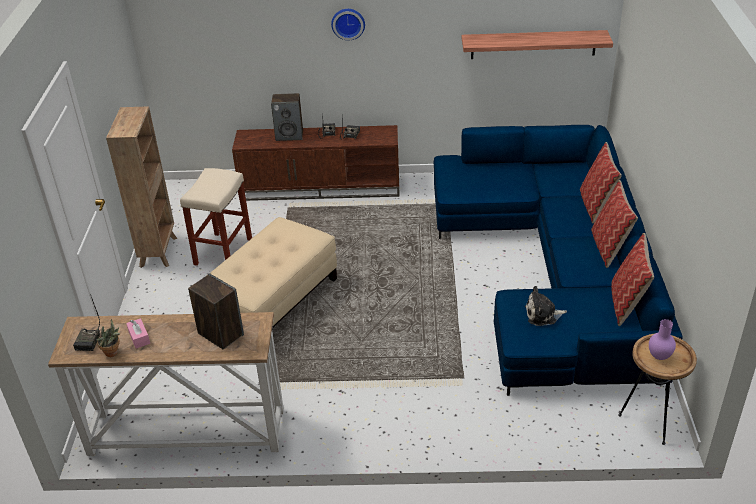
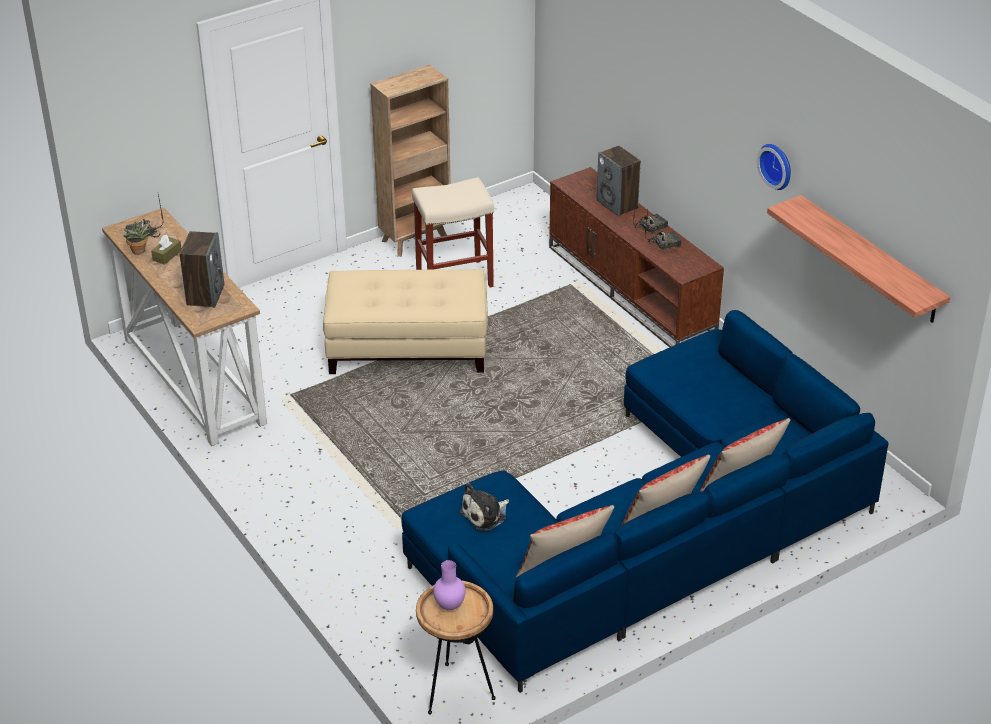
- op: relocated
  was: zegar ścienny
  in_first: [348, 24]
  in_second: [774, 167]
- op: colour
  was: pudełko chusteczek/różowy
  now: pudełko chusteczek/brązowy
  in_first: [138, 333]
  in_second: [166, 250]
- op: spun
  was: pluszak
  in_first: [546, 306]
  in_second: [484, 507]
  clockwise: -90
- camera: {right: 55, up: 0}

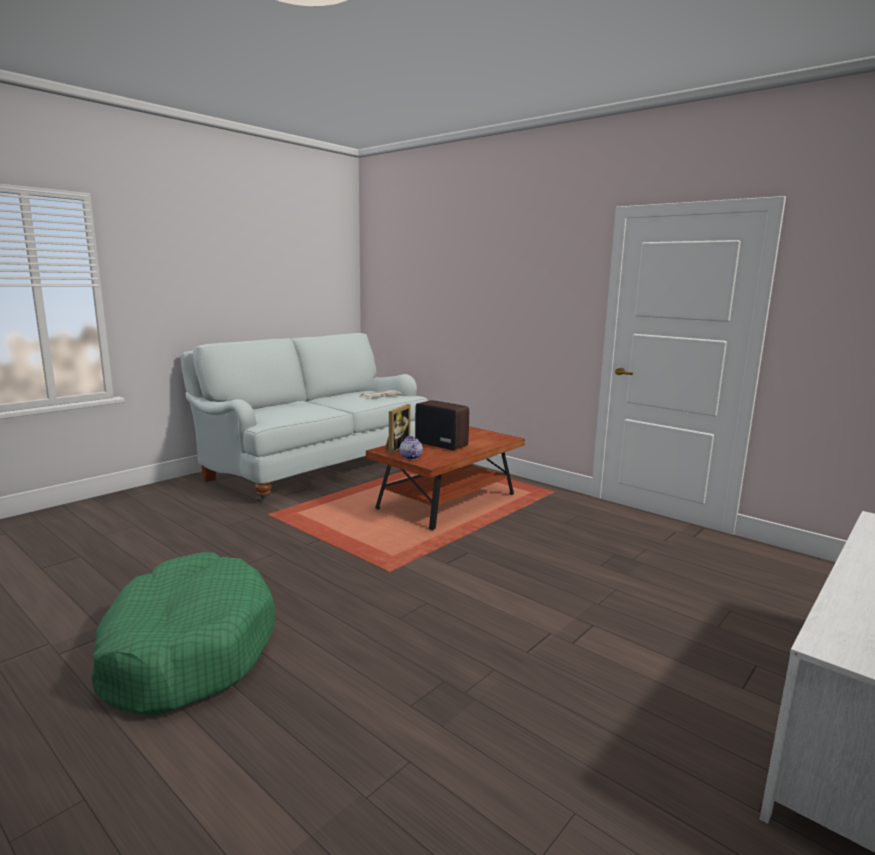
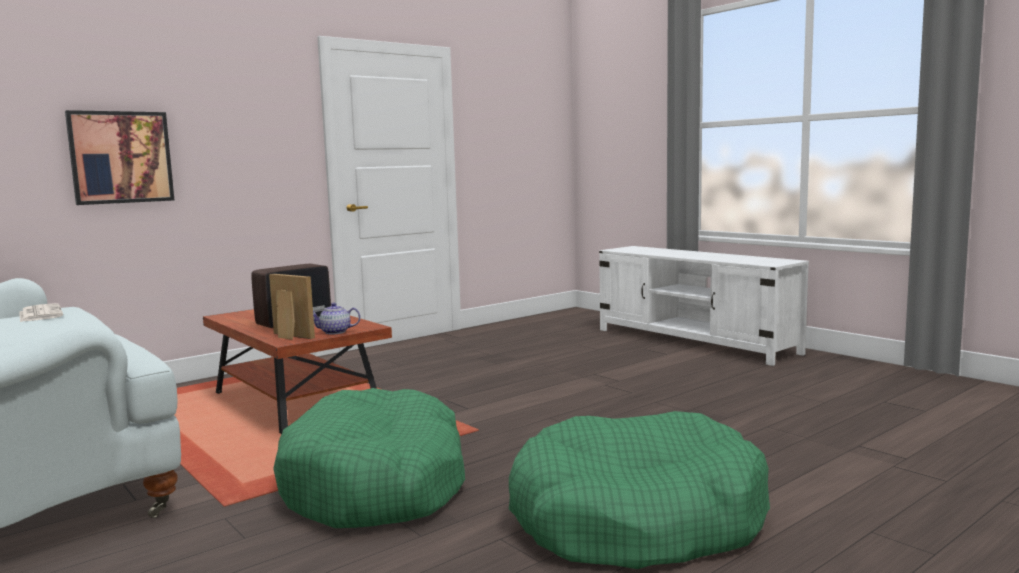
- op: appeared
  now: obraz
  in_second: [119, 157]
- op: appeared
  now: legowisko/zielony
  in_second: [369, 458]
- camera: {right: -80, up: -5}

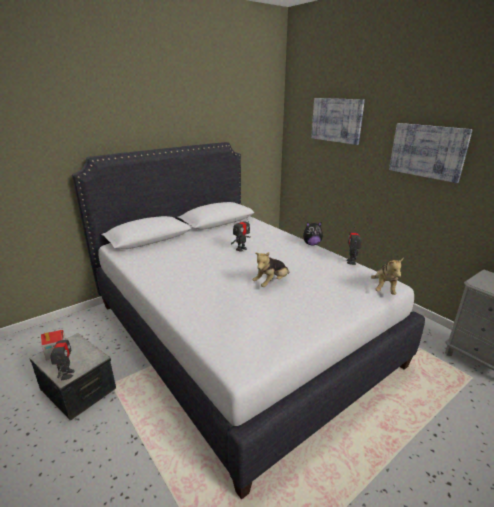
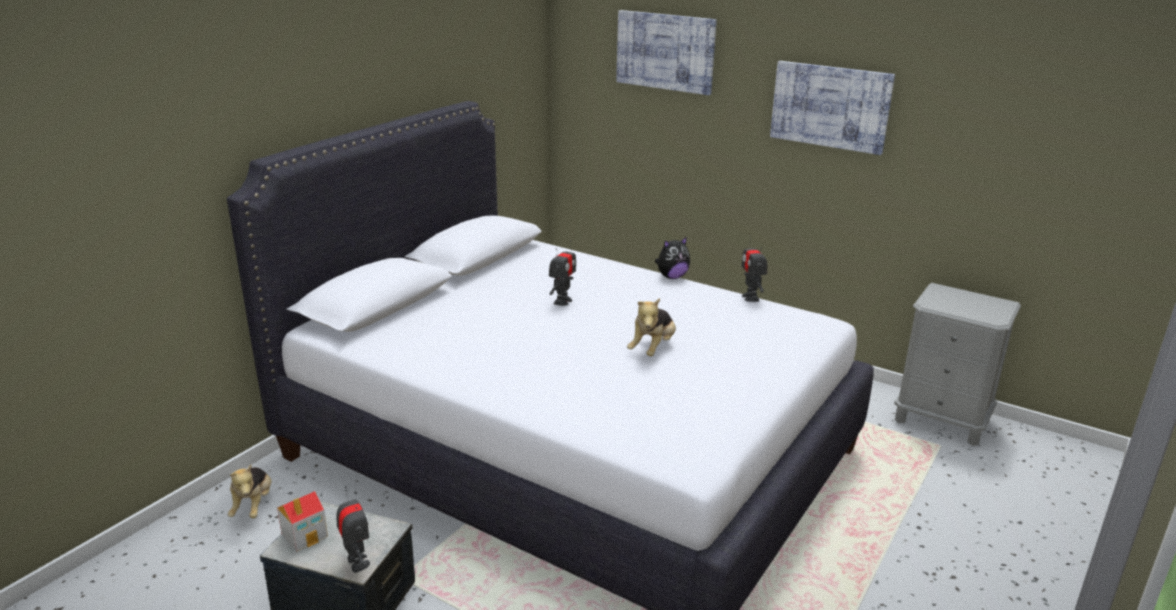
- op: relocated
  was: pluszak
  in_first: [387, 276]
  in_second: [250, 491]
- camera: {right: -20, up: 0}

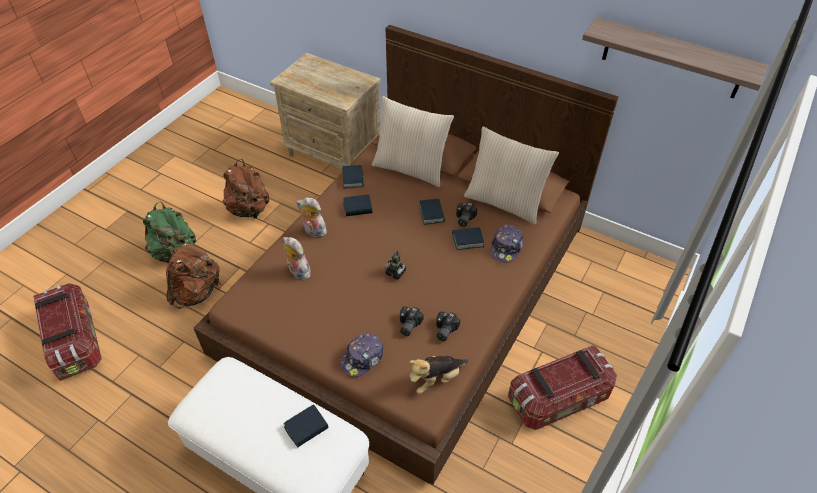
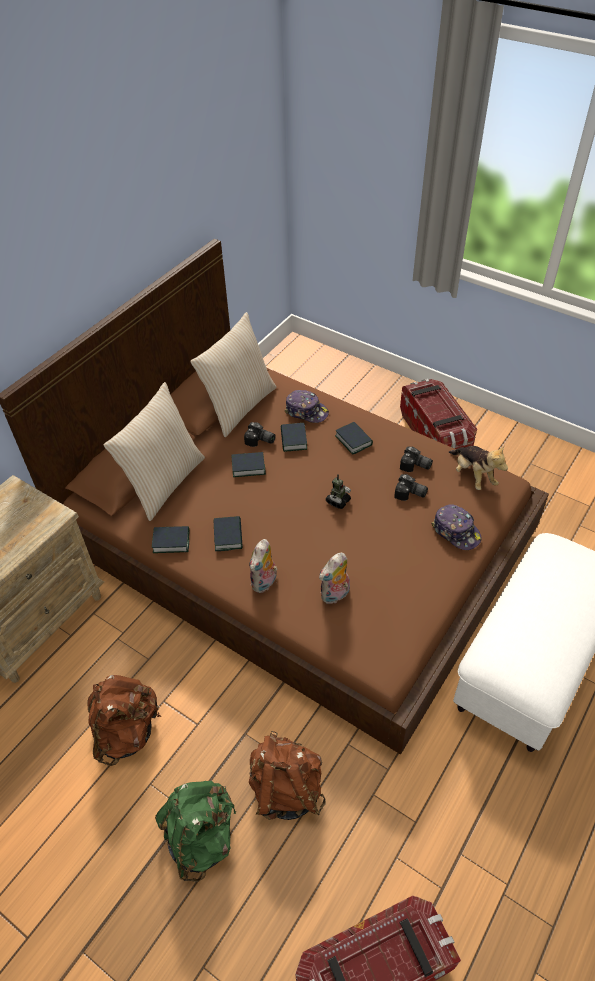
- op: missing
  was: półka
  in_first: [675, 57]
- op: relocated
  was: książka
  in_first: [306, 426]
  in_second: [354, 438]
- camera: {right: -85, up: 0}

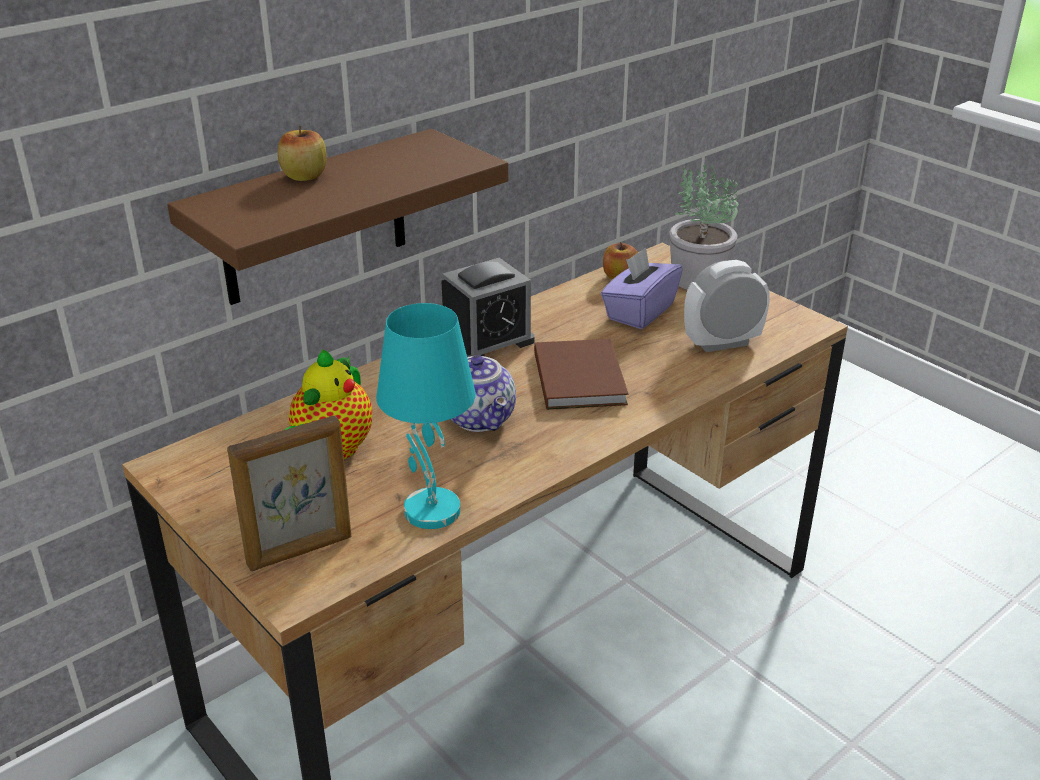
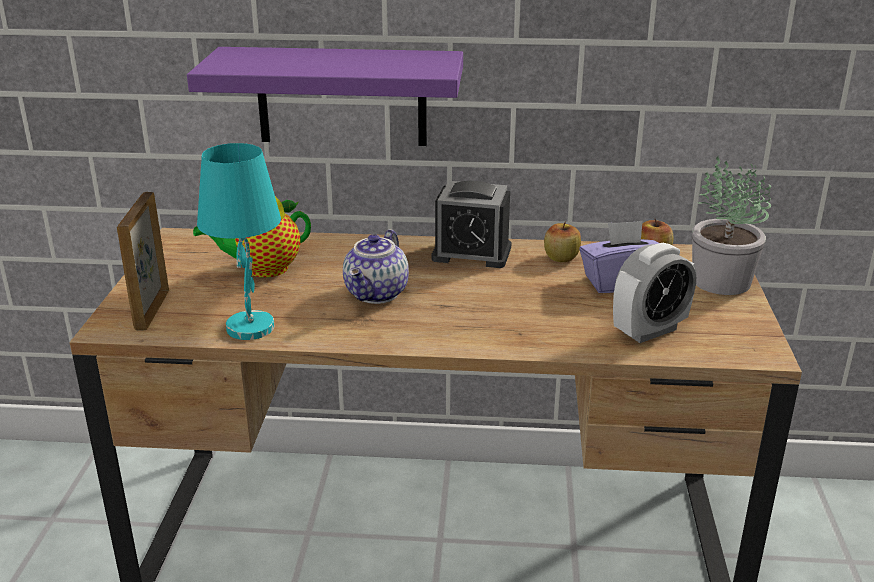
- op: missing
  was: książka/brązowy
  in_first: [581, 374]
- op: relocated
  was: jabłko
  in_first: [302, 153]
  in_second: [562, 241]
- op: colour
  was: półka/brązowy
  now: półka/fioletowy
  in_first: [337, 217]
  in_second: [325, 96]
- op: spun
  was: ramka na zdjęcie
  in_first: [289, 493]
  in_second: [143, 261]
  clockwise: 75
- op: spun
  was: budzik
  in_first: [727, 306]
  in_second: [654, 293]
  clockwise: 120
- camera: {right: 45, up: -5}

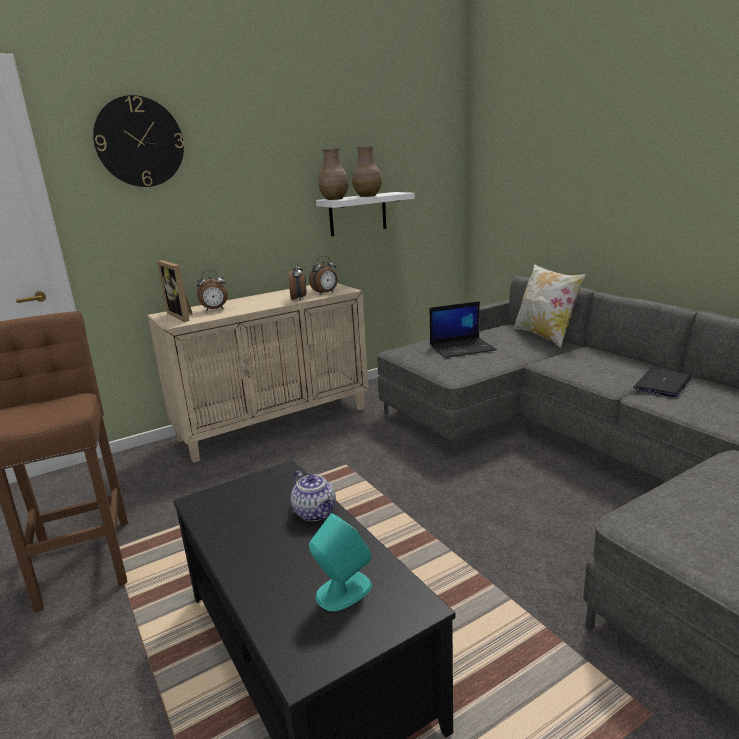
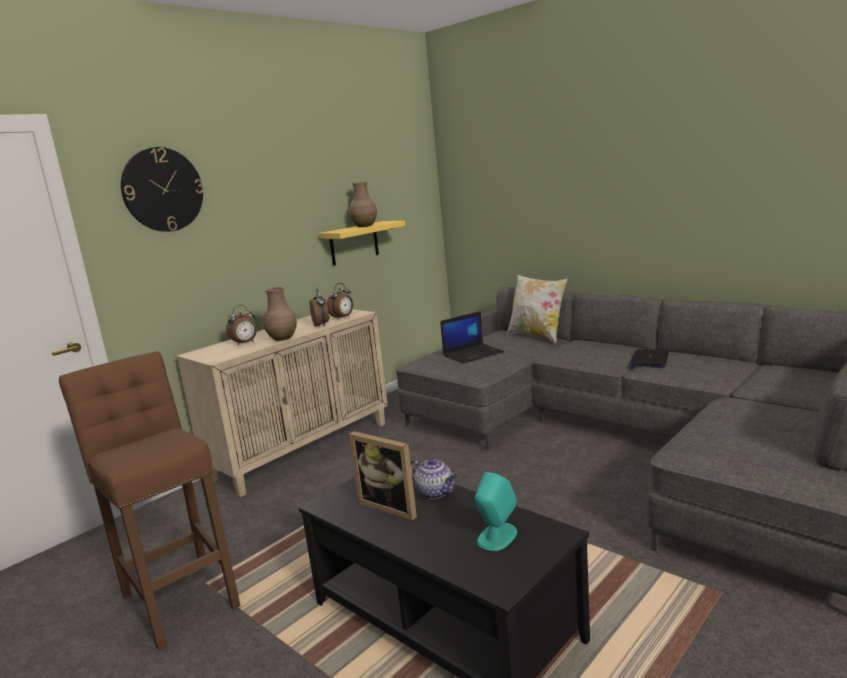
- op: relocated
  was: ramka na zdjęcie
  in_first: [175, 291]
  in_second: [383, 476]
- op: relocated
  was: wazon/brązowy
  in_first: [333, 174]
  in_second: [280, 314]
- op: colour
  was: półka/biały
  now: półka/żółty
  in_first: [365, 214]
  in_second: [361, 243]
- camera: {right: -15, up: -5}

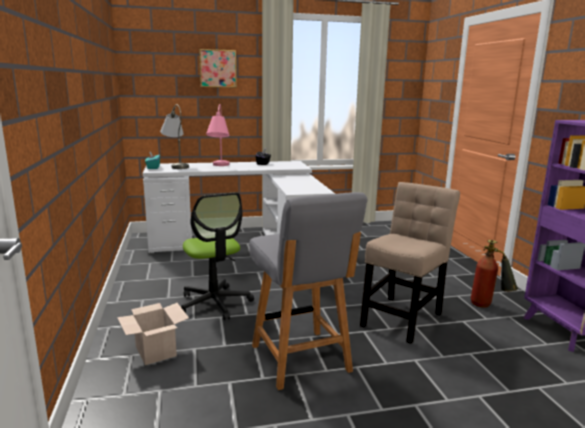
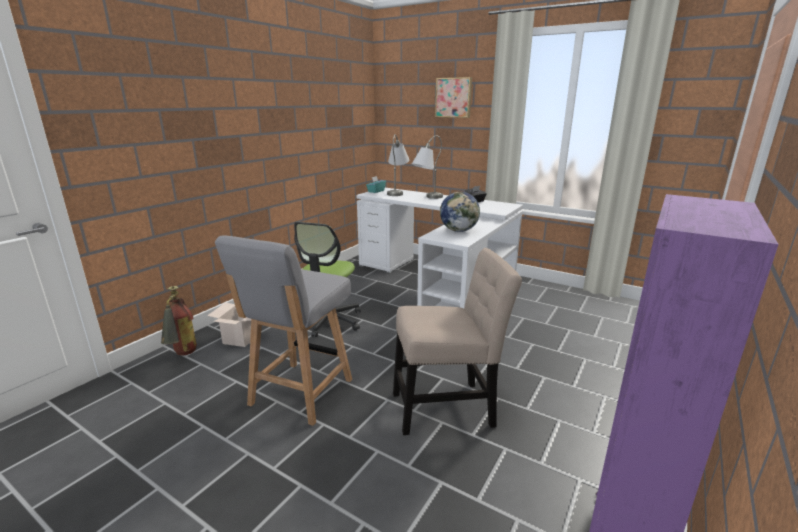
- op: appeared
  now: globus
  in_second: [460, 212]
- op: relocated
  was: gaśnica
  in_first: [494, 274]
  in_second: [179, 320]
- op: colour
  was: lampa stołowa/różowy
  now: lampa stołowa/szary
  in_first: [218, 135]
  in_second: [427, 167]
- camera: {right: 45, up: 5}

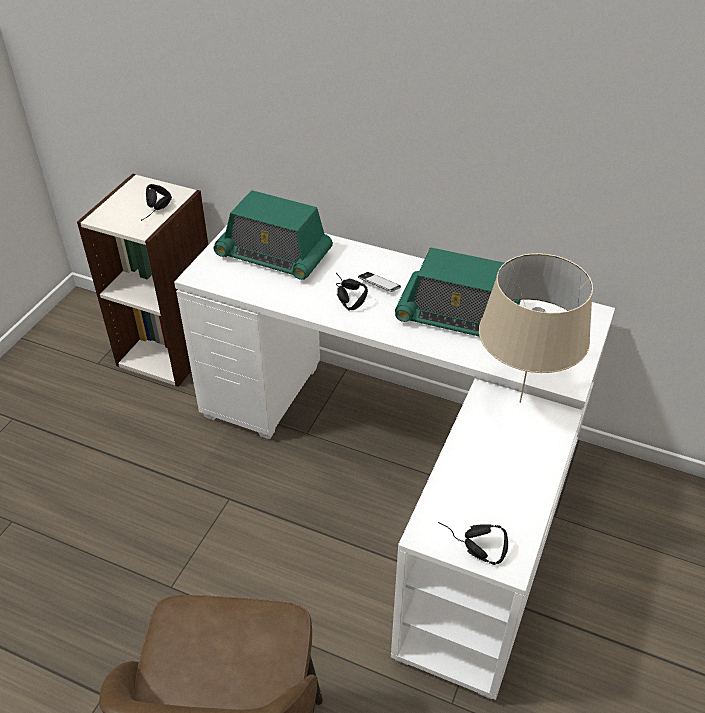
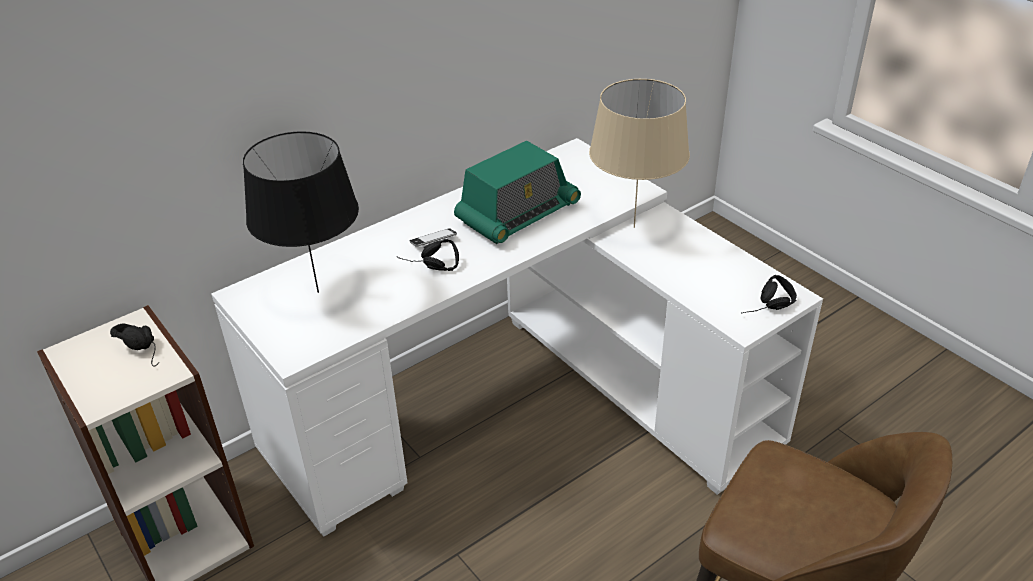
- op: exchanged
  was: radio
  now: lampa stołowa/czarny
  in_first: [273, 235]
  in_second: [301, 212]
- camera: {right: -60, up: -5}

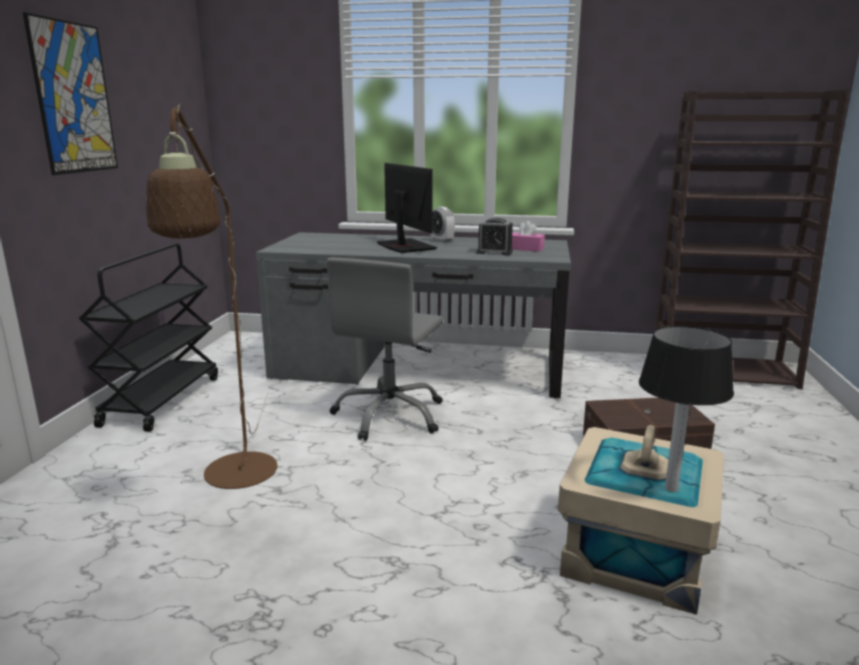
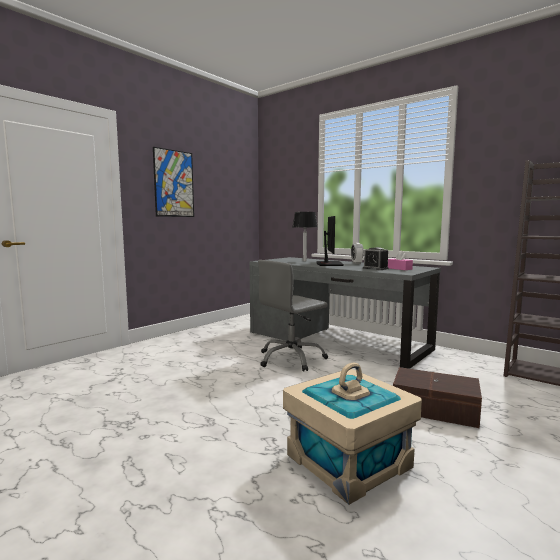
- op: missing
  was: wózek/czarny
  in_first: [148, 338]
- op: missing
  was: lampa stojąca/brązowy
  in_first: [211, 296]
- op: relocated
  was: lampa stołowa
  in_first: [686, 409]
  in_second: [305, 236]
- camera: {right: 30, up: -10}

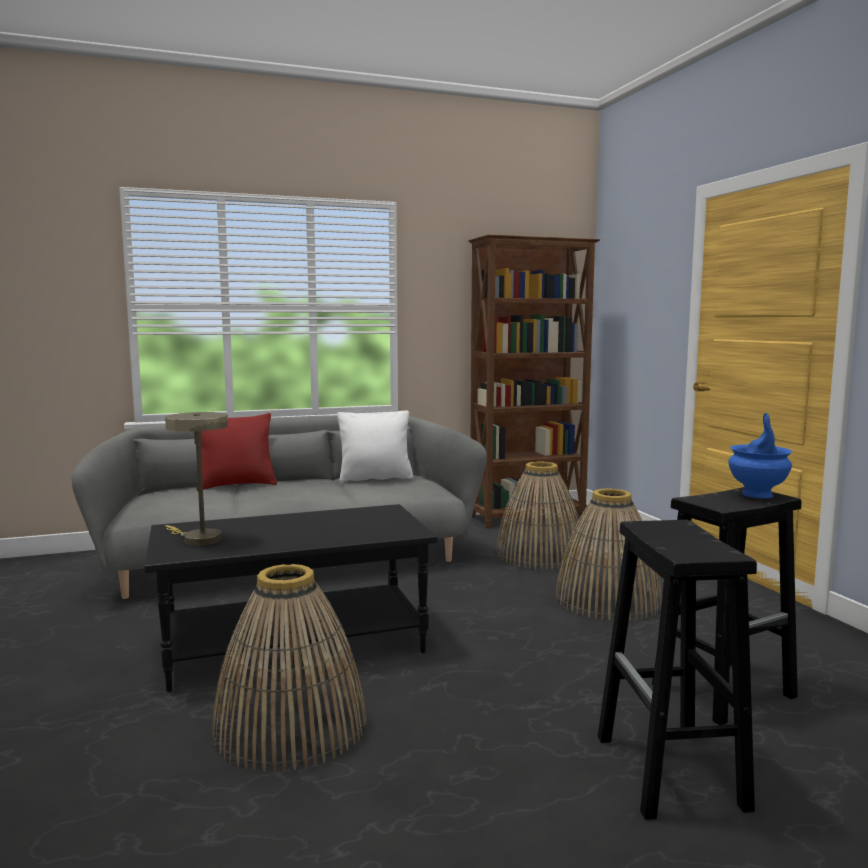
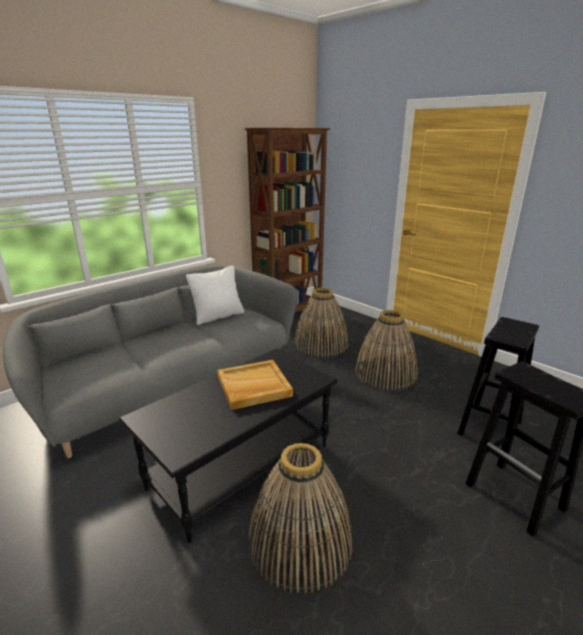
- op: missing
  was: lampa stołowa/beżowy
  in_first: [196, 479]
- op: missing
  was: poduszka/czerwony
  in_first: [237, 452]
- op: missing
  was: wazon/niebieski
  in_first: [760, 455]
- op: appeared
  now: taca/beżowy
  in_second: [255, 385]
- camera: {right: -25, up: 15}

